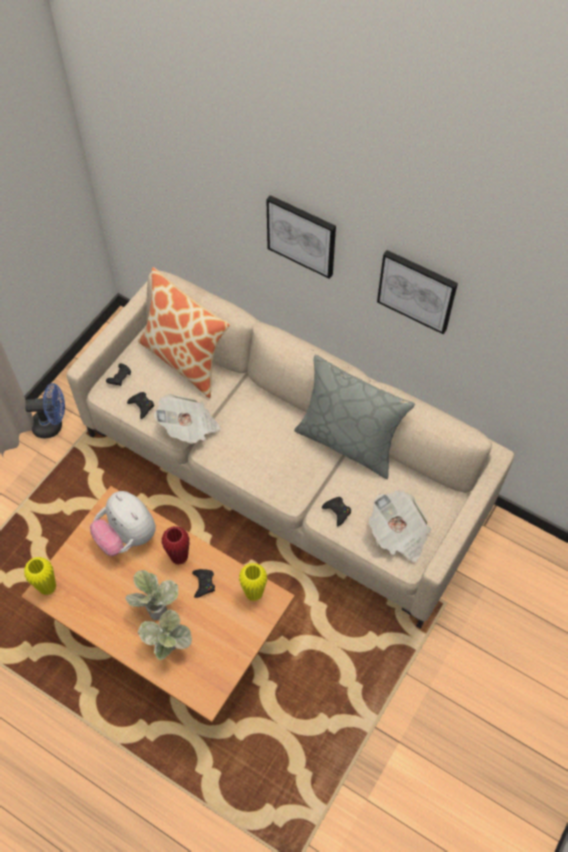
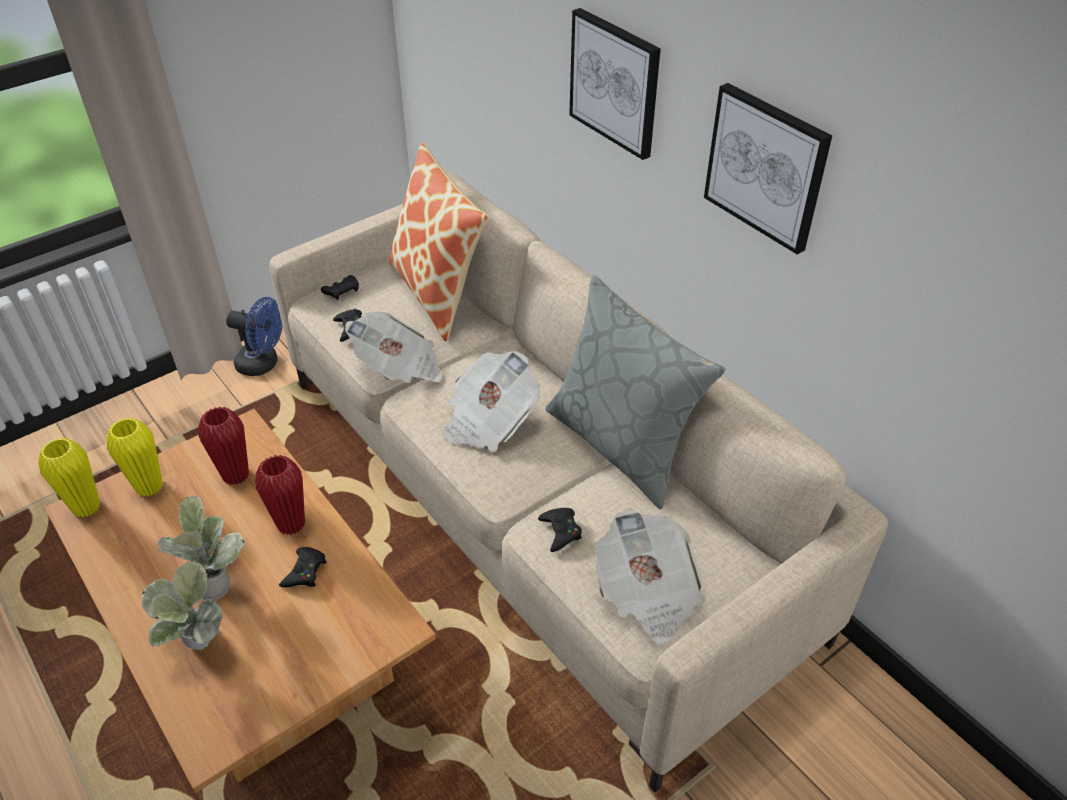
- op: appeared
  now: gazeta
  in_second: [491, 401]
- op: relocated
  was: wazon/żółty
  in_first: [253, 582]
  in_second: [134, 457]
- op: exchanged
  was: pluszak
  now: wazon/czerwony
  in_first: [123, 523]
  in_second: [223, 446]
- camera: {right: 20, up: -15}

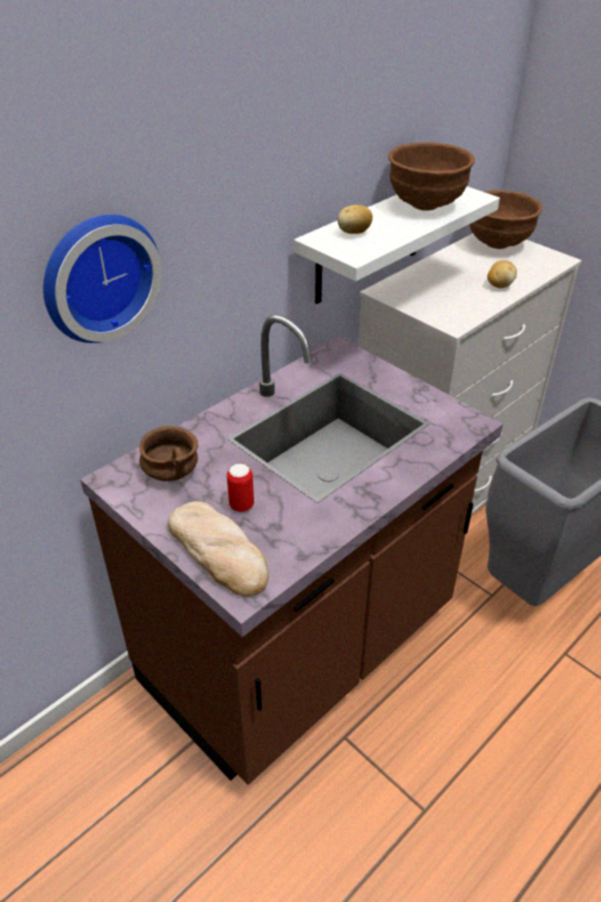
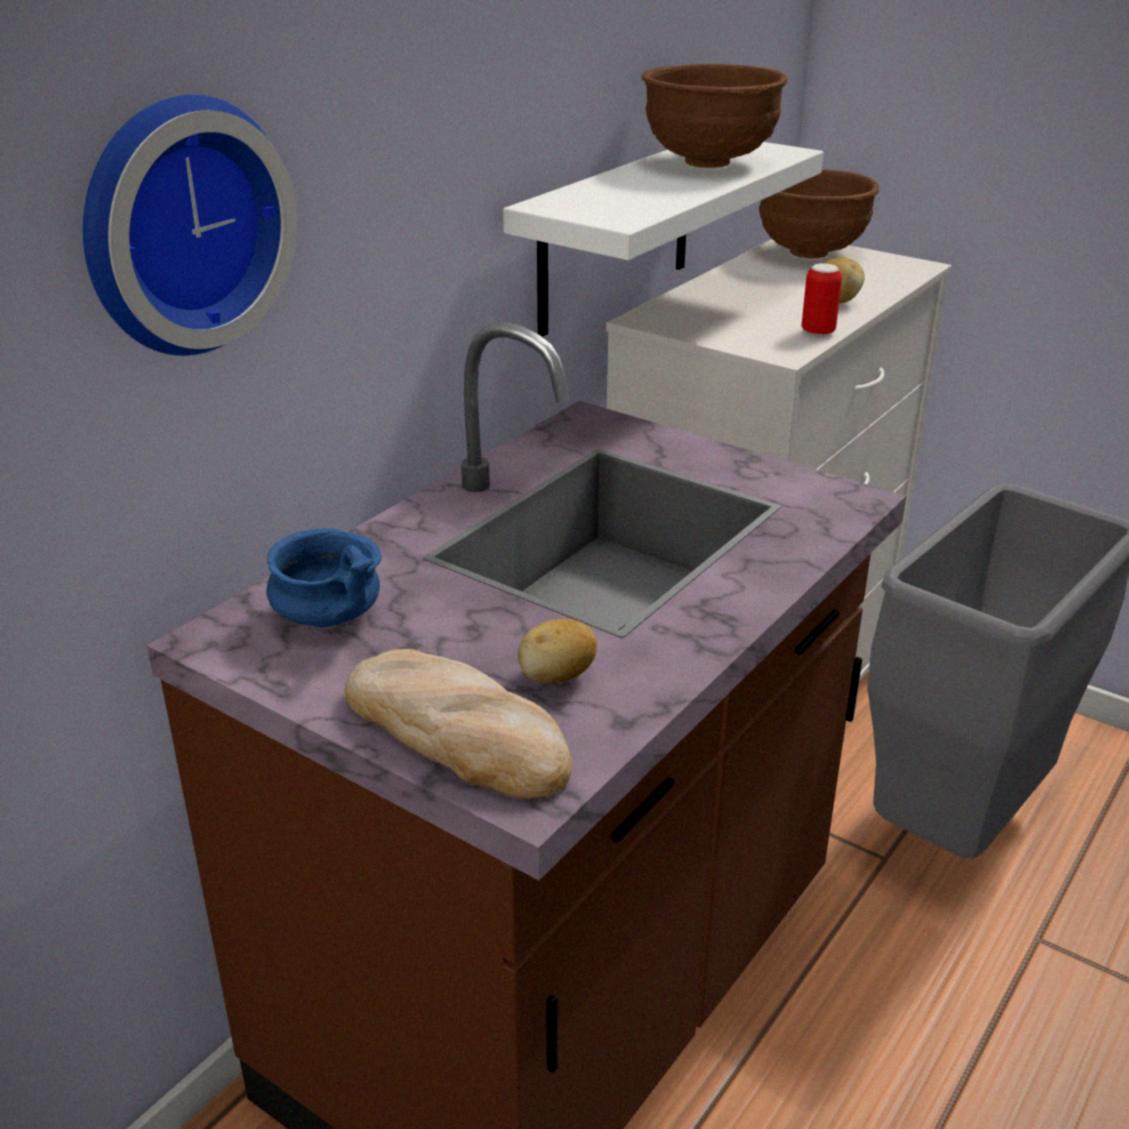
- op: relocated
  was: puszka
  in_first: [240, 487]
  in_second: [822, 299]
- op: relocated
  was: ziemniak
  in_first: [355, 219]
  in_second: [557, 651]
- op: colour
  was: miska/brązowy
  now: miska/niebieski
  in_first: [168, 453]
  in_second: [324, 577]
- camera: {right: -10, up: -10}

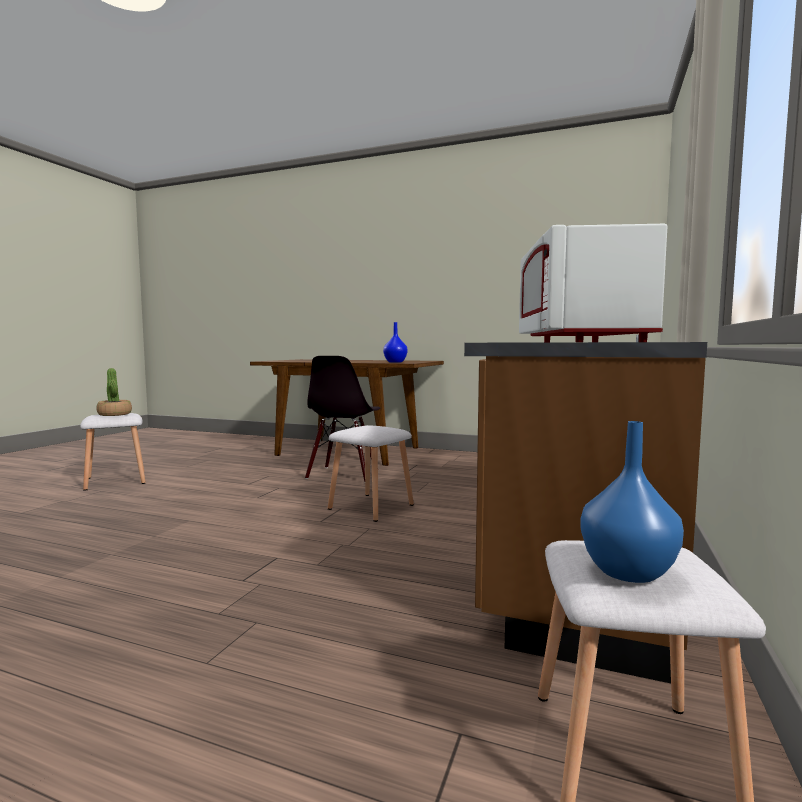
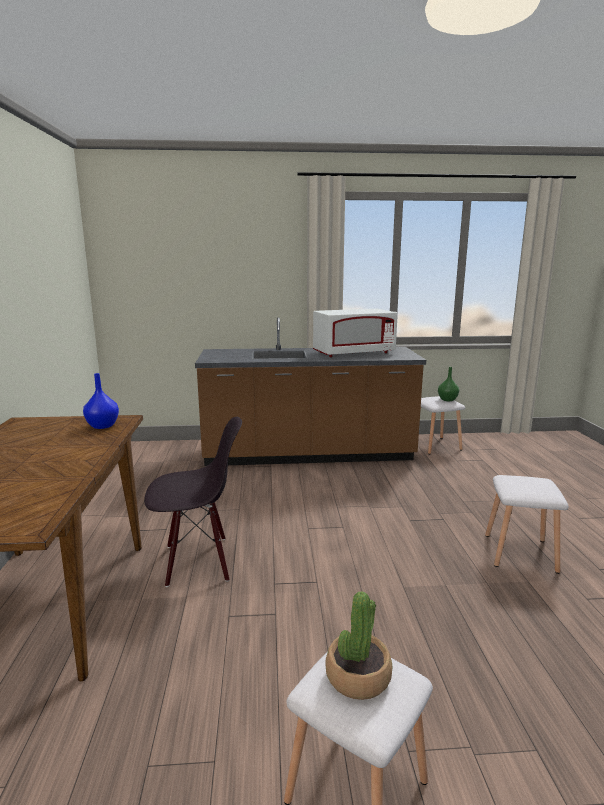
- op: relocated
  was: stołek/biały
  in_first: [371, 473]
  in_second: [527, 524]
- op: colour
  was: wazon/niebieski
  now: wazon/zielony
  in_first: [632, 502]
  in_second: [448, 384]
- camera: {right: -115, up: 10}

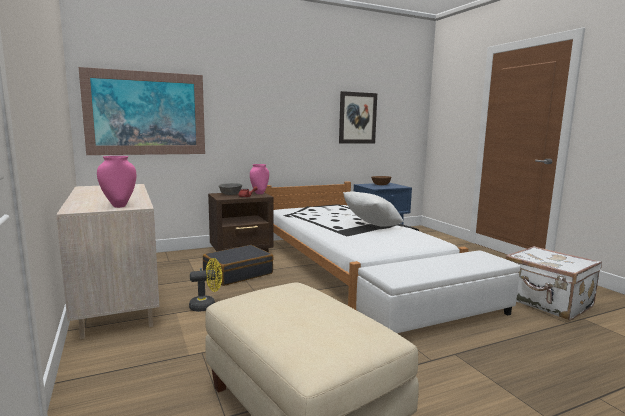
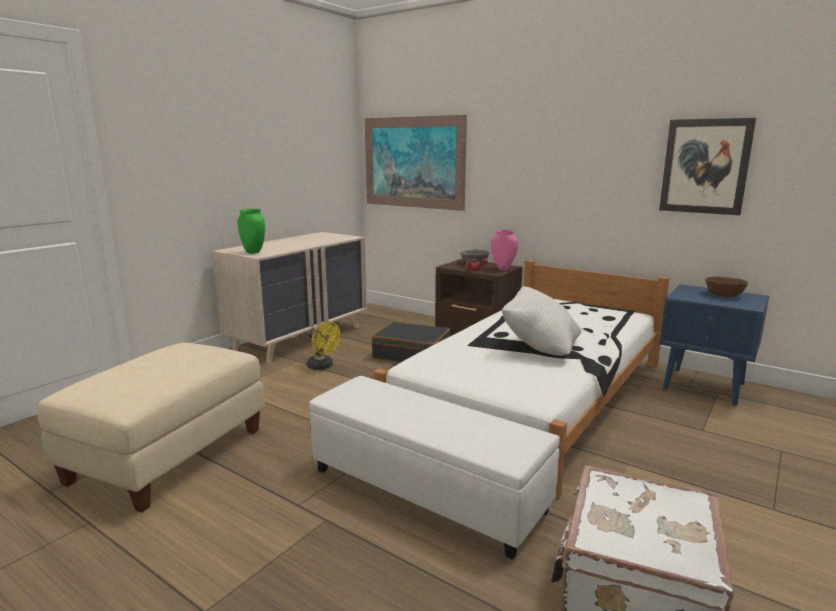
- op: colour
  was: wazon/różowy
  now: wazon/zielony
  in_first: [116, 182]
  in_second: [251, 231]
- camera: {right: 60, up: 5}

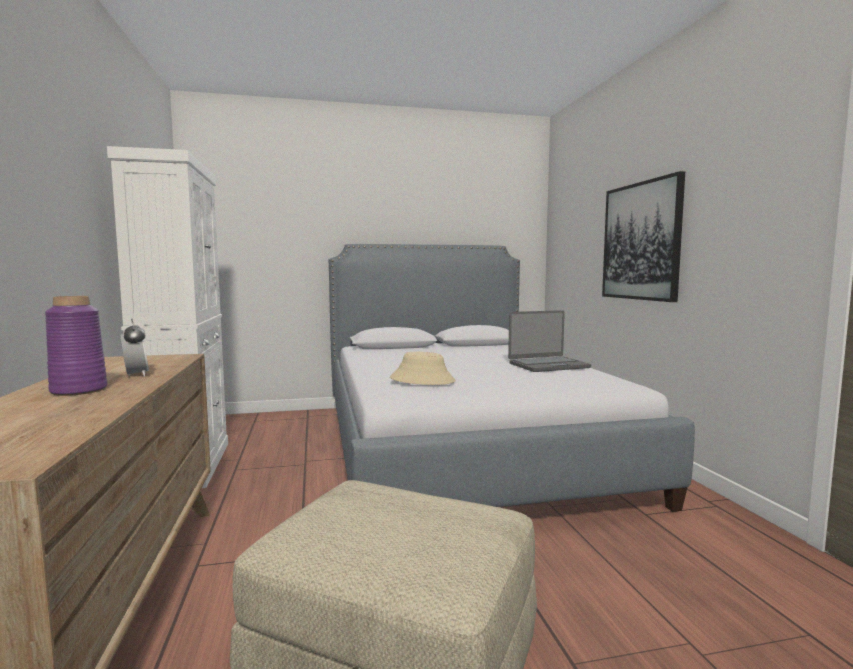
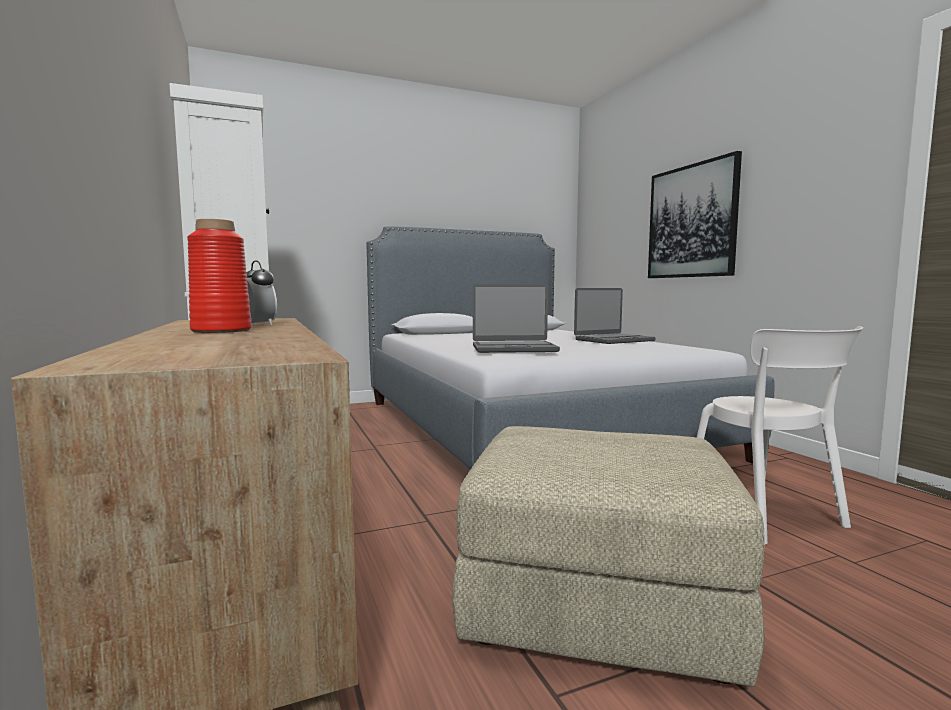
- op: appeared
  now: krzesło/biały
  in_second: [780, 435]
- op: exchanged
  was: kapelusz/beżowy
  now: laptop
  in_first: [423, 368]
  in_second: [516, 318]
- op: colour
  was: wazon/fioletowy
  now: wazon/czerwony
  in_first: [76, 346]
  in_second: [219, 276]
- camera: {right: -10, up: 0}

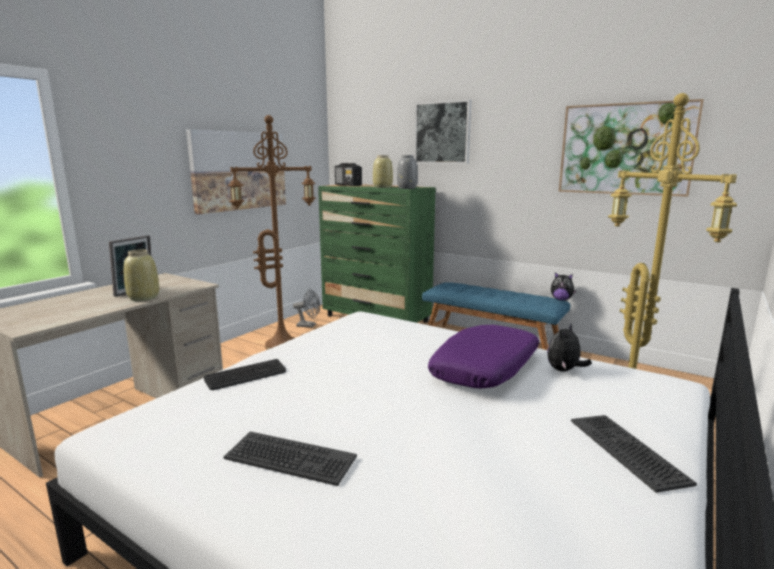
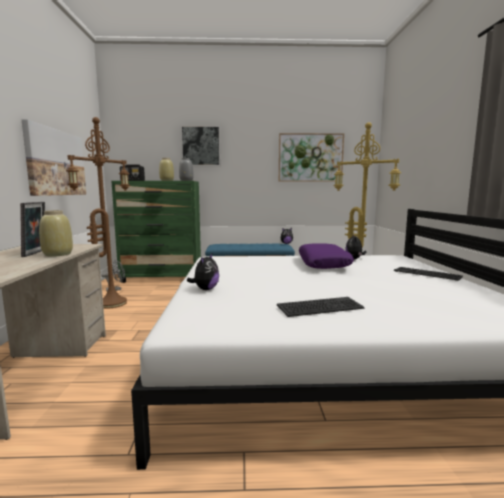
- op: exchanged
  was: klawiatura
  now: pluszak
  in_first: [245, 374]
  in_second: [203, 272]
- camera: {right: -35, up: -5}

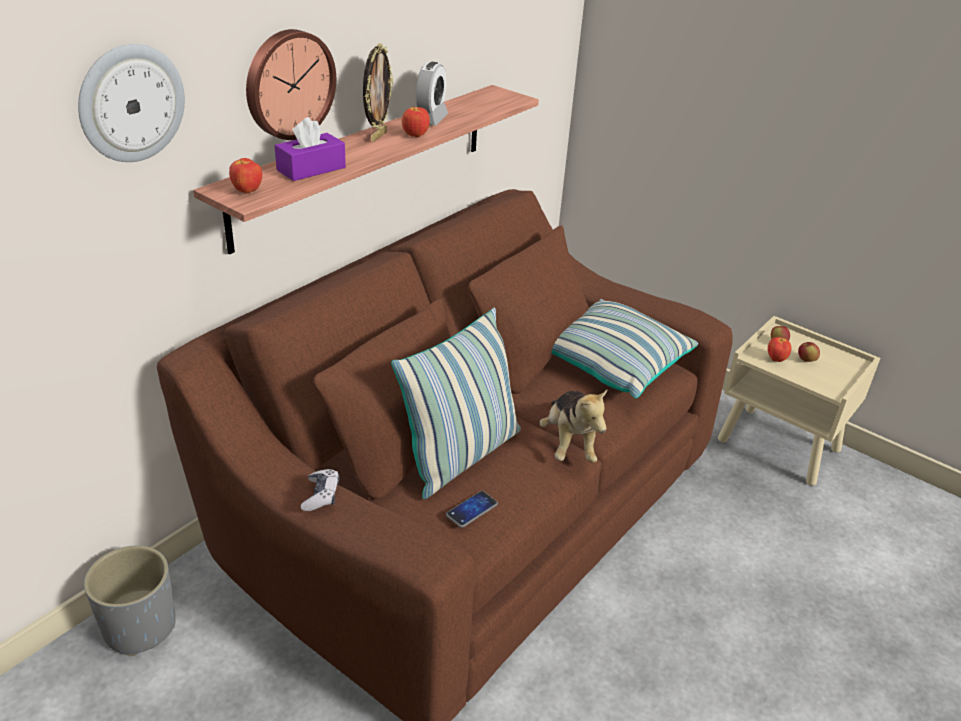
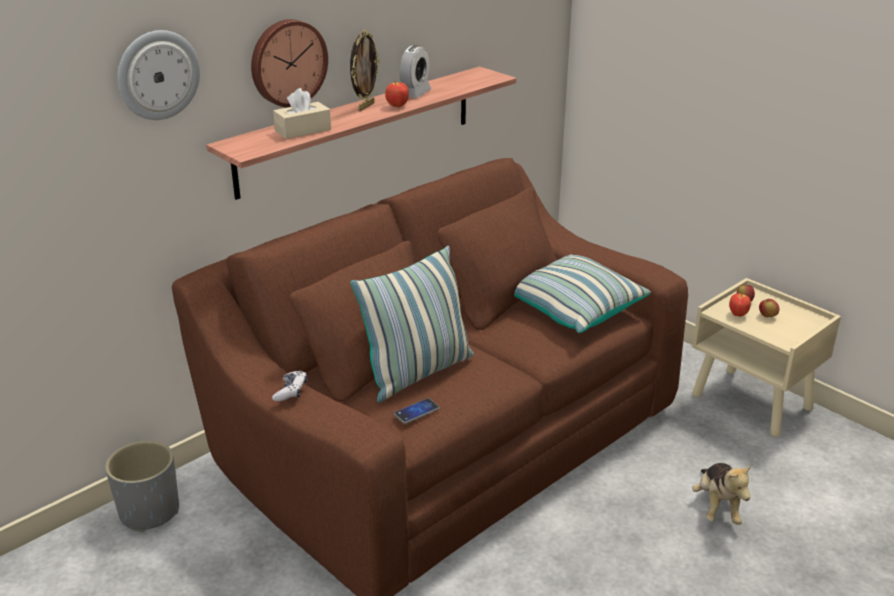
- op: missing
  was: jabłko
  in_first: [245, 175]
- op: relocated
  was: pluszak
  in_first: [573, 425]
  in_second: [722, 494]
- op: colour
  was: pudełko chusteczek/fioletowy
  now: pudełko chusteczek/beżowy
  in_first: [310, 149]
  in_second: [302, 113]
- camera: {right: 10, up: -5}

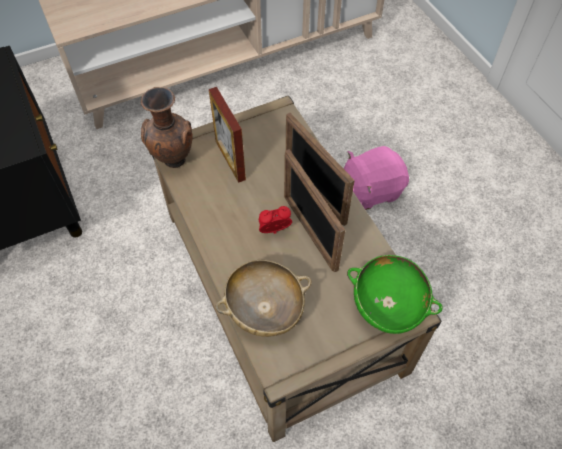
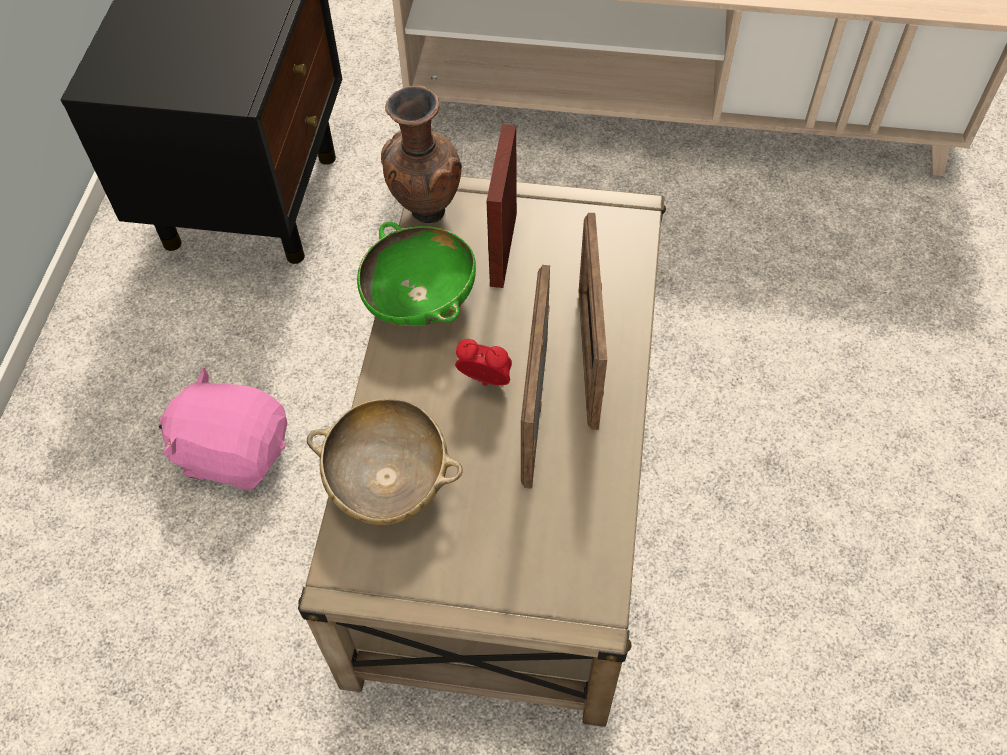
- op: relocated
  was: pluszak/różowy
  in_first: [376, 178]
  in_second: [223, 429]
- op: relocated
  was: miska/zielony
  in_first: [395, 294]
  in_second: [416, 274]
- camera: {right: 35, up: 0}

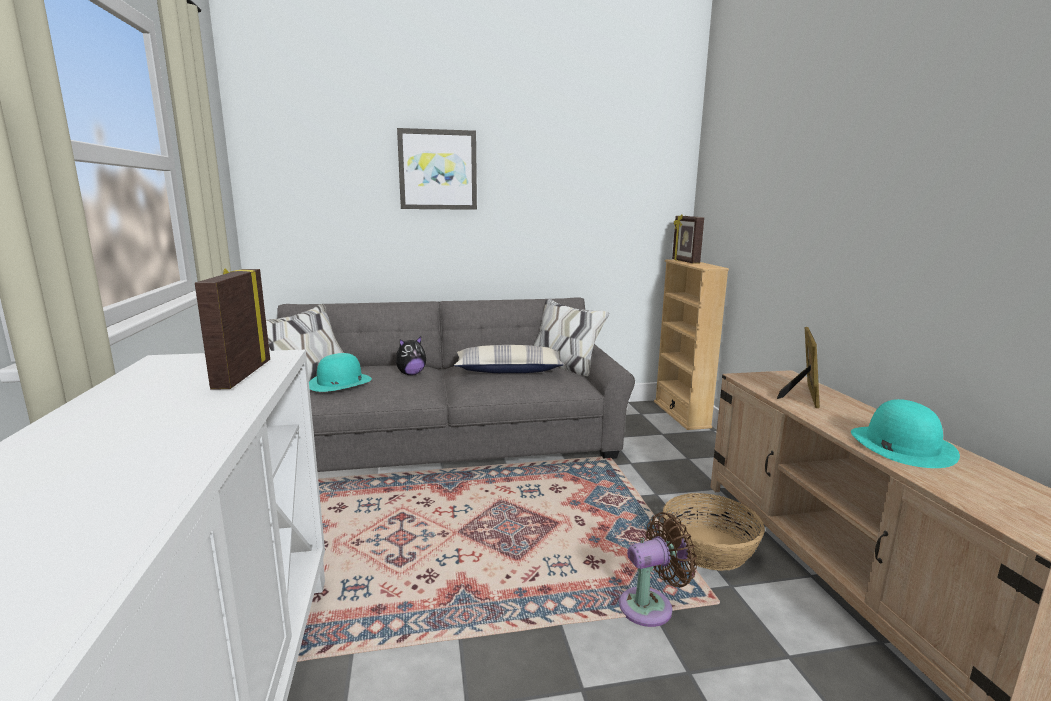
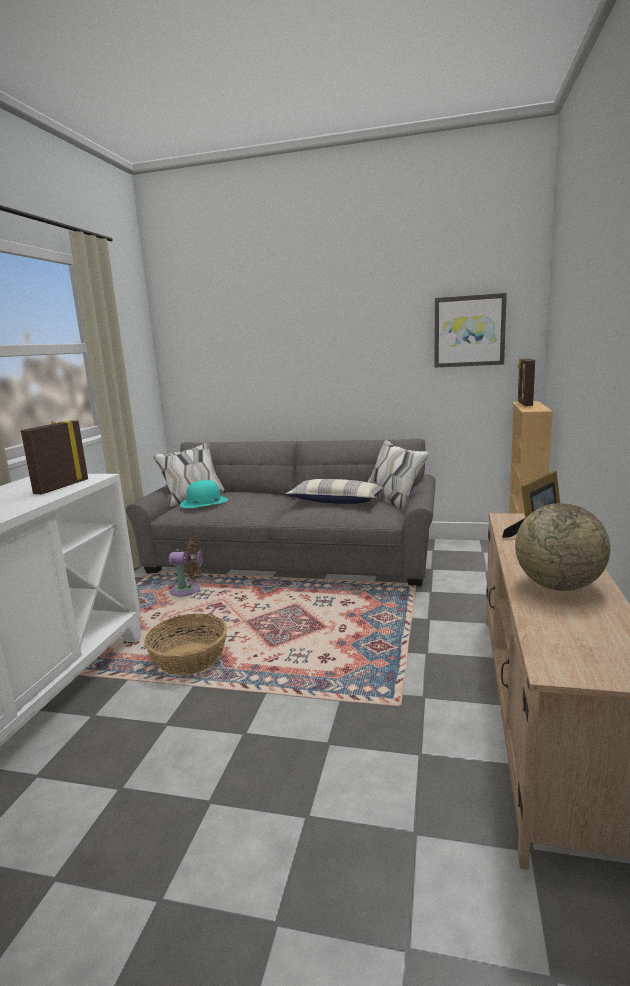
- op: missing
  was: pluszak
  in_first: [411, 355]
- op: relocated
  was: obraz
  in_first: [437, 169]
  in_second: [471, 330]
- op: relocated
  was: wentylator/brązowy
  in_first: [658, 569]
  in_second: [186, 567]
- op: relocated
  was: koszyk
  in_first: [714, 532]
  in_second: [185, 644]
- op: exchanged
  was: kapelusz/turkusowy
  now: globus
  in_first: [905, 433]
  in_second: [562, 547]
- camera: {right: 25, up: 0}

